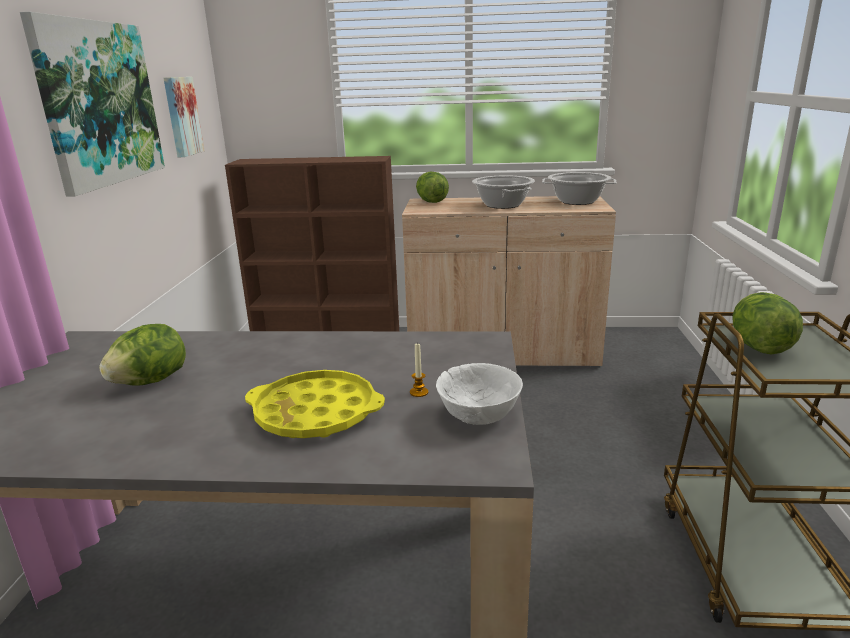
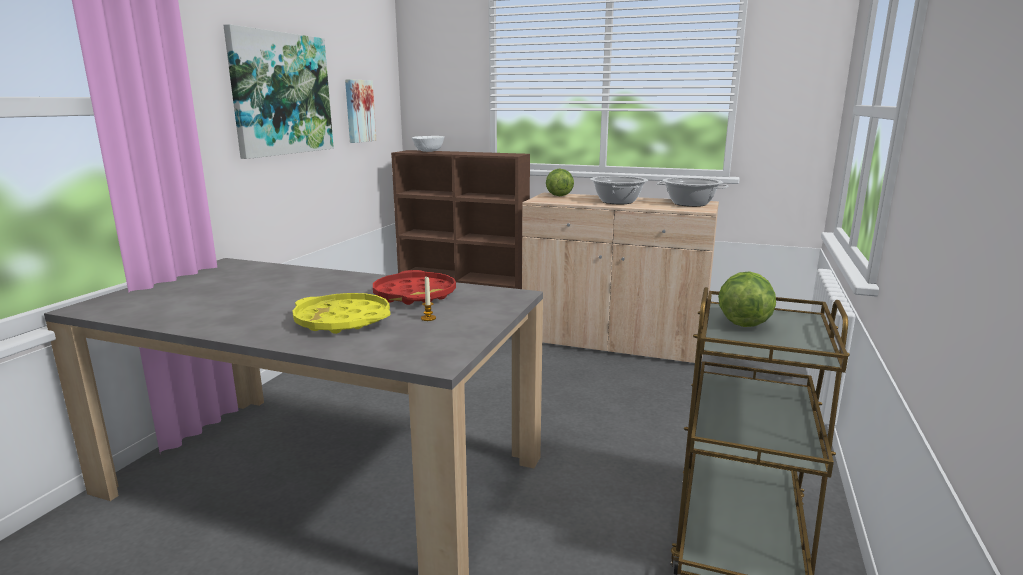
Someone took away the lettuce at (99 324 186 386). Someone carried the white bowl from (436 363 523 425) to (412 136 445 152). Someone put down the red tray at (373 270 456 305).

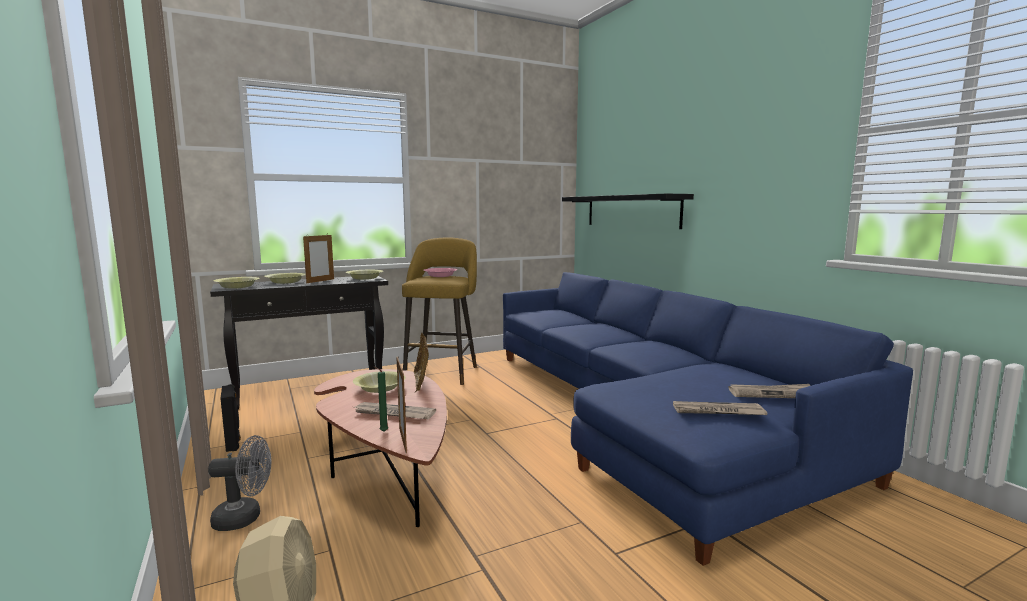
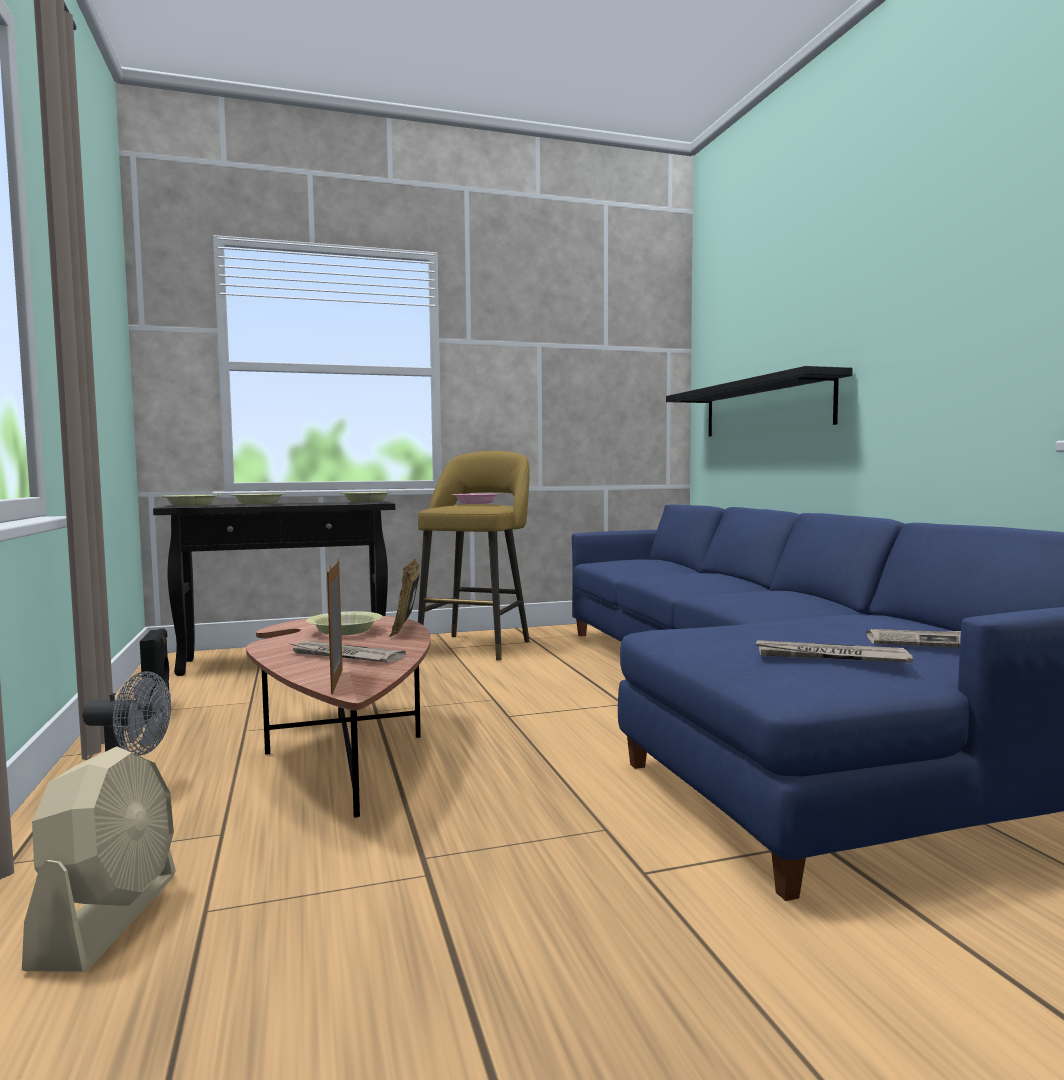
Someone took away the picture frame at (303 235 334 283). Someone took away the green candle at (373 366 388 432).

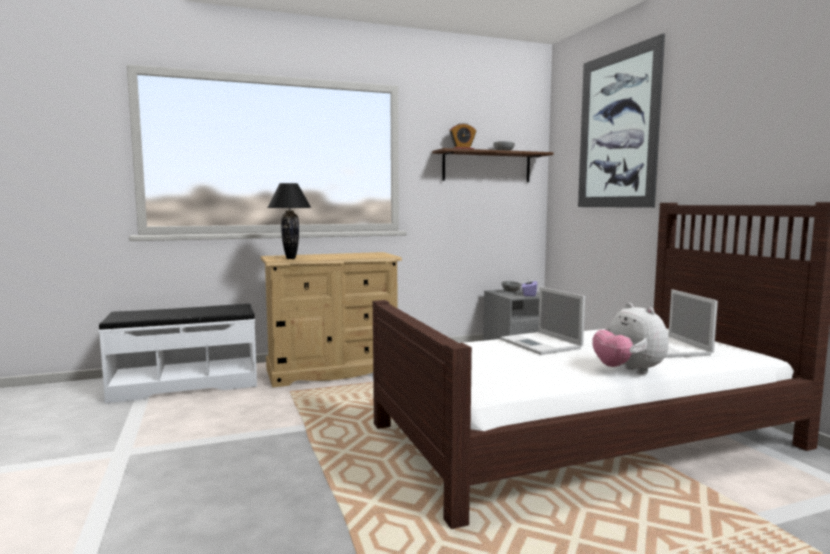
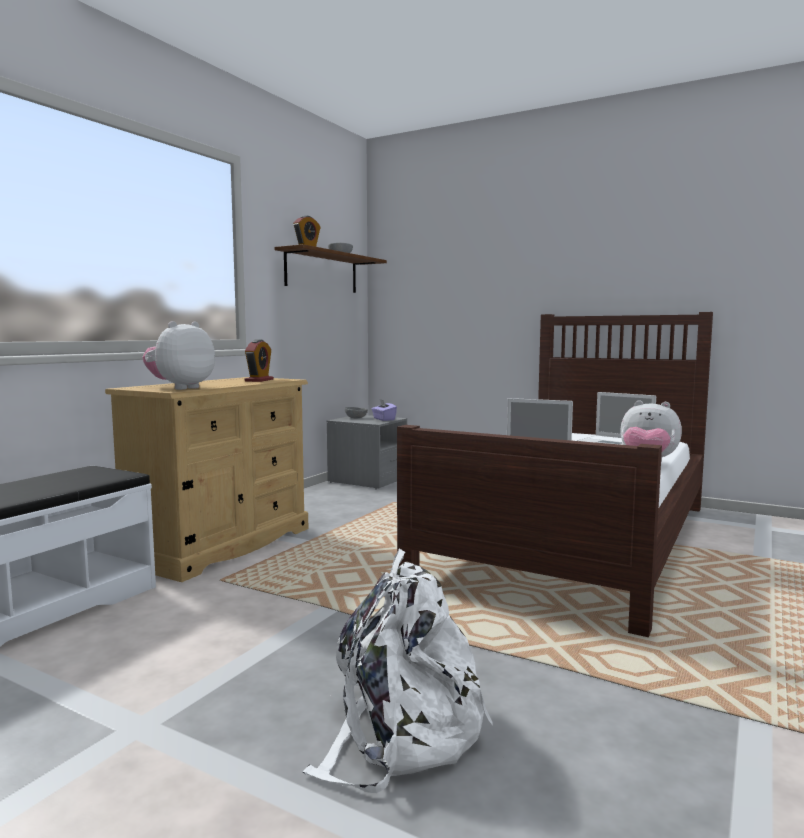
Someone took away the picture at (578 33 665 208). Someone swapped the black table lamp at (267 183 311 259) for the plush toy at (142 321 215 390). Someone put down the alarm clock at (245 339 274 382). Someone put down the white backpack at (303 549 493 793).

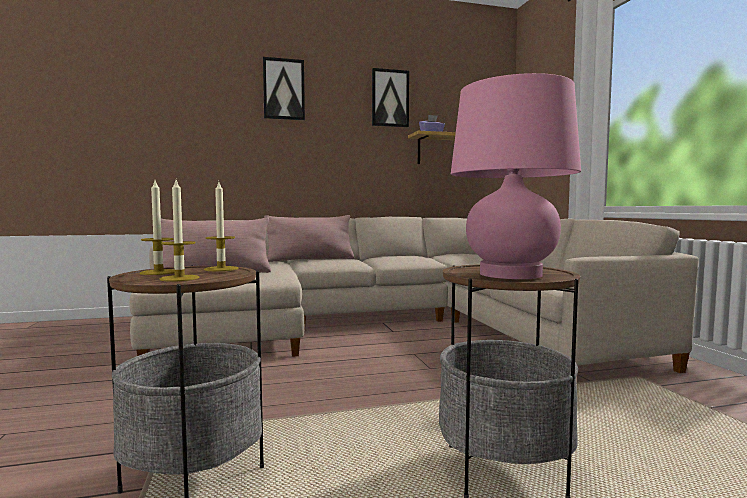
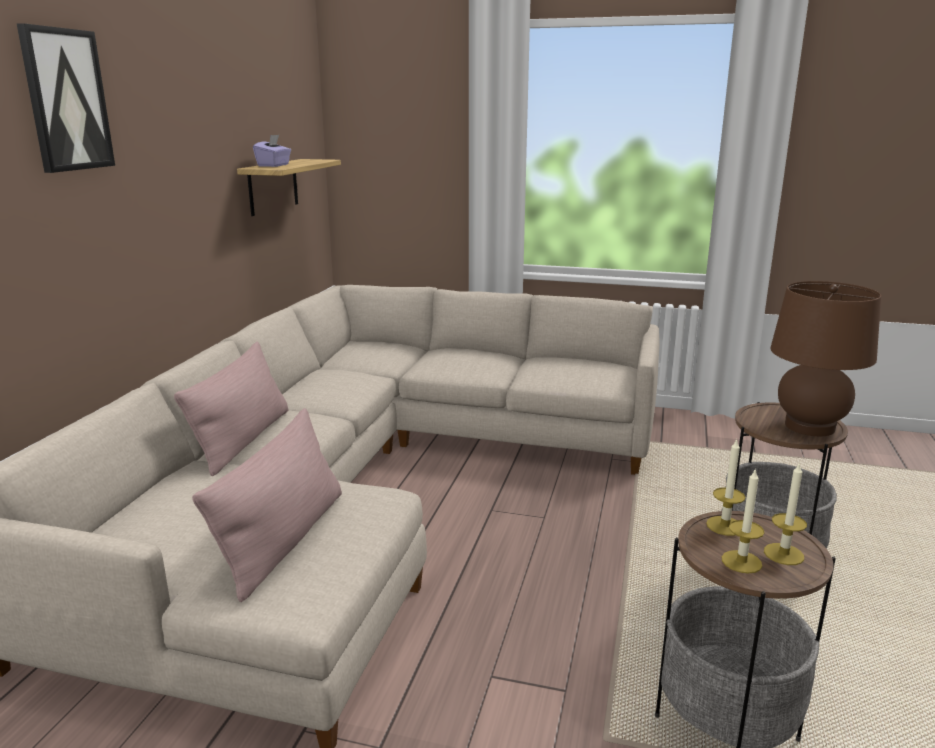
Someone took away the picture at (372 68 409 127). Someone repainted the pink table lamp at (451 73 581 279), which became the brown table lamp at (770 281 881 436).

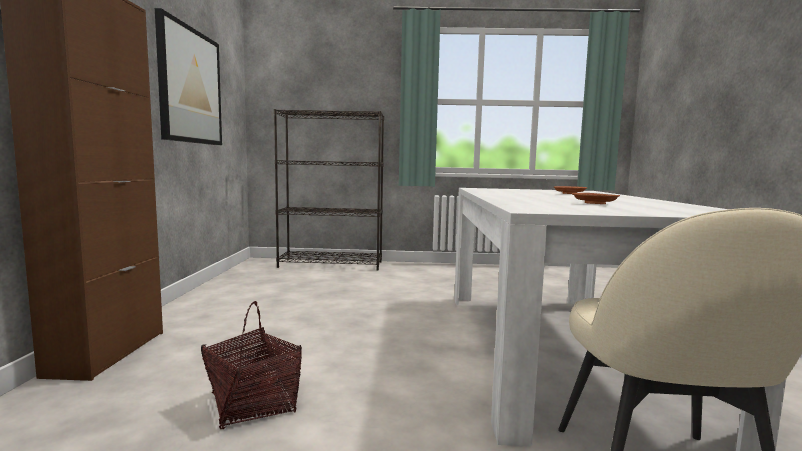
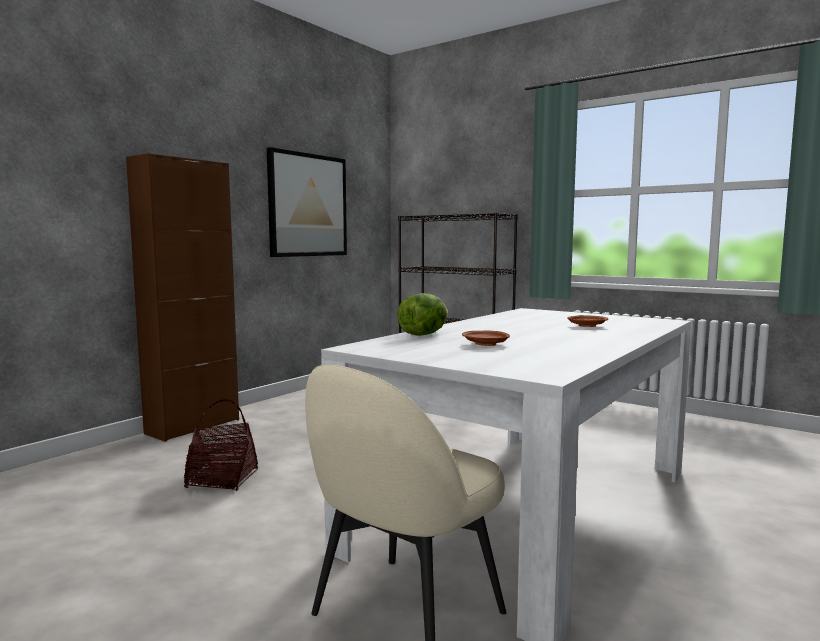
Someone put down the lettuce at (397 293 448 336).

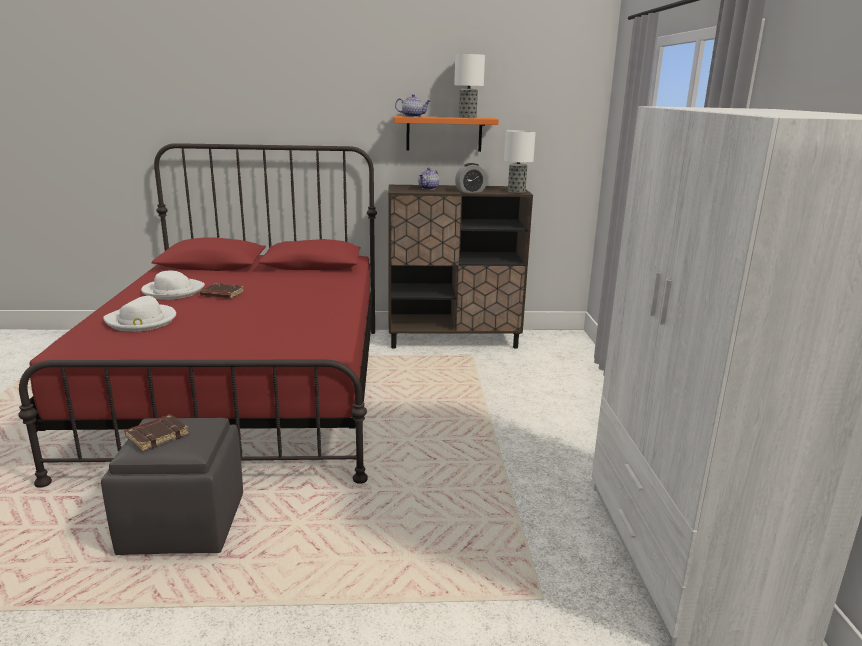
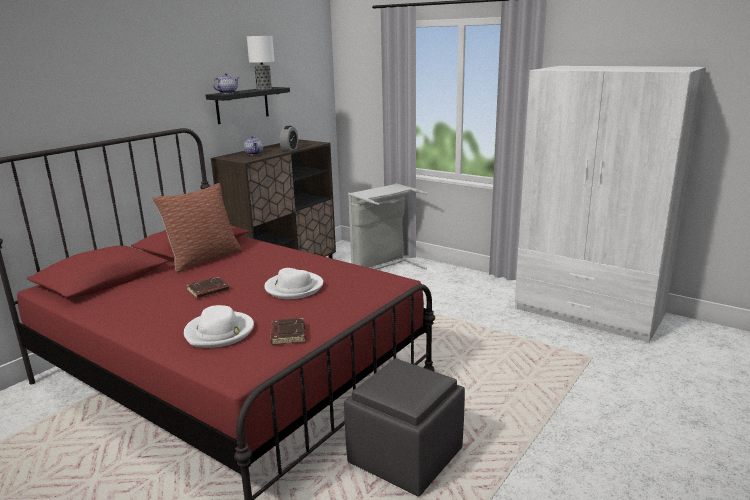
Someone repainted the orange shelf at (394 116 499 152), which became the black shelf at (206 87 290 124). Someone took away the table lamp at (504 130 536 193). Someone carried the white hat from (141 271 205 300) to (264 268 323 299). Someone carried the brown book from (124 414 189 451) to (270 318 306 345). Someone put down the pillow at (152 183 242 273). Someone put down the grey laundry basket at (348 183 427 270).

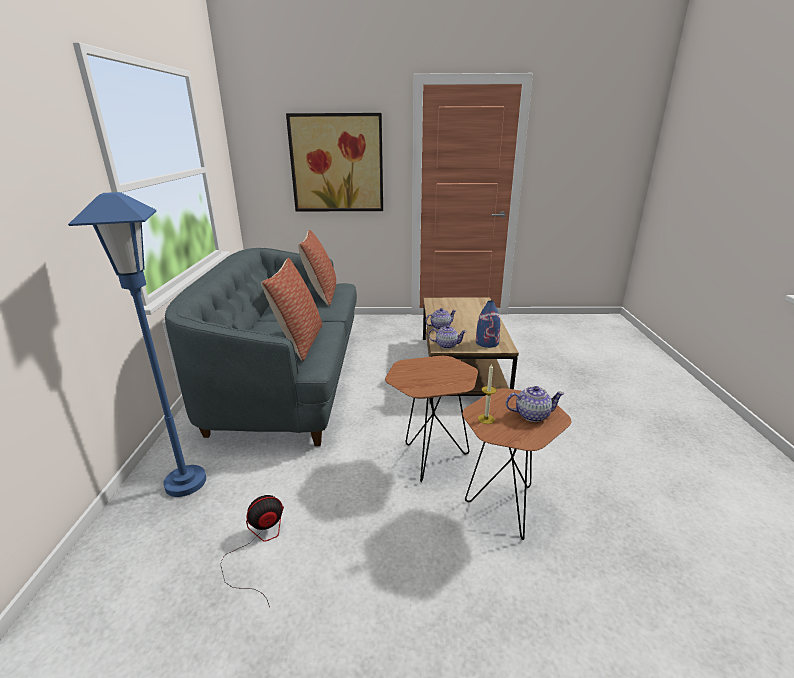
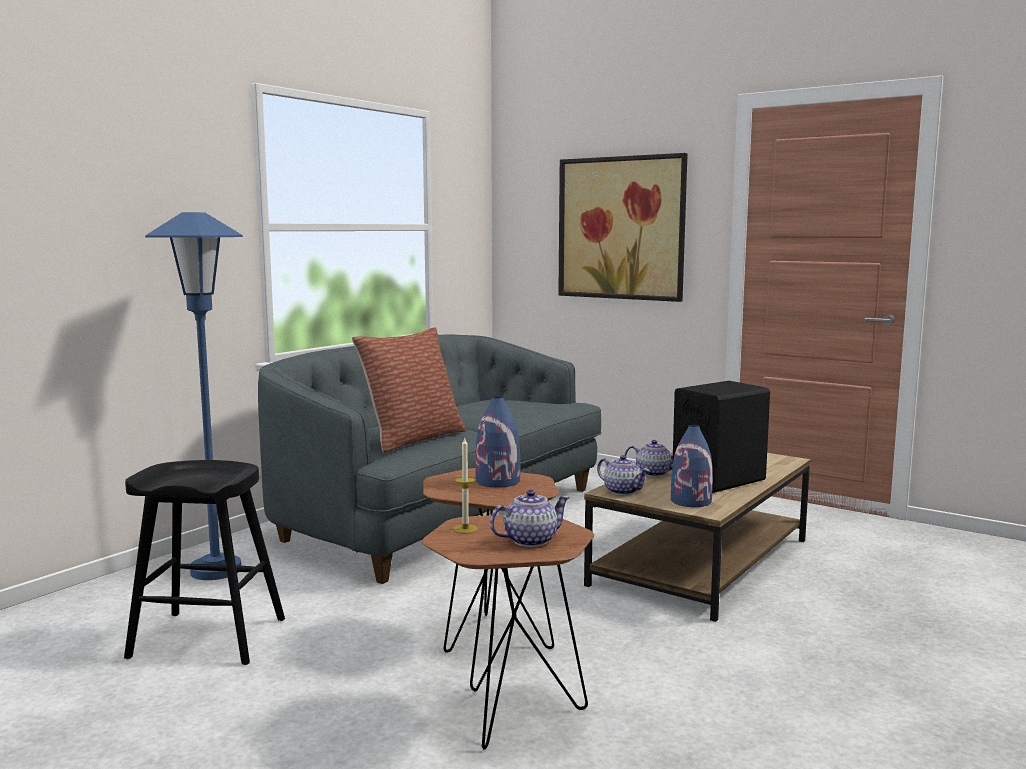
Someone took away the pillow at (298 230 336 306). Someone rotated the teapot at (506 386 564 422) by 60 degrees counterclockwise. Someone swapped the fan at (220 495 284 608) for the black stool at (124 460 285 665). Someone put down the black speaker at (672 381 770 493). Someone put down the blue vase at (475 396 520 487).

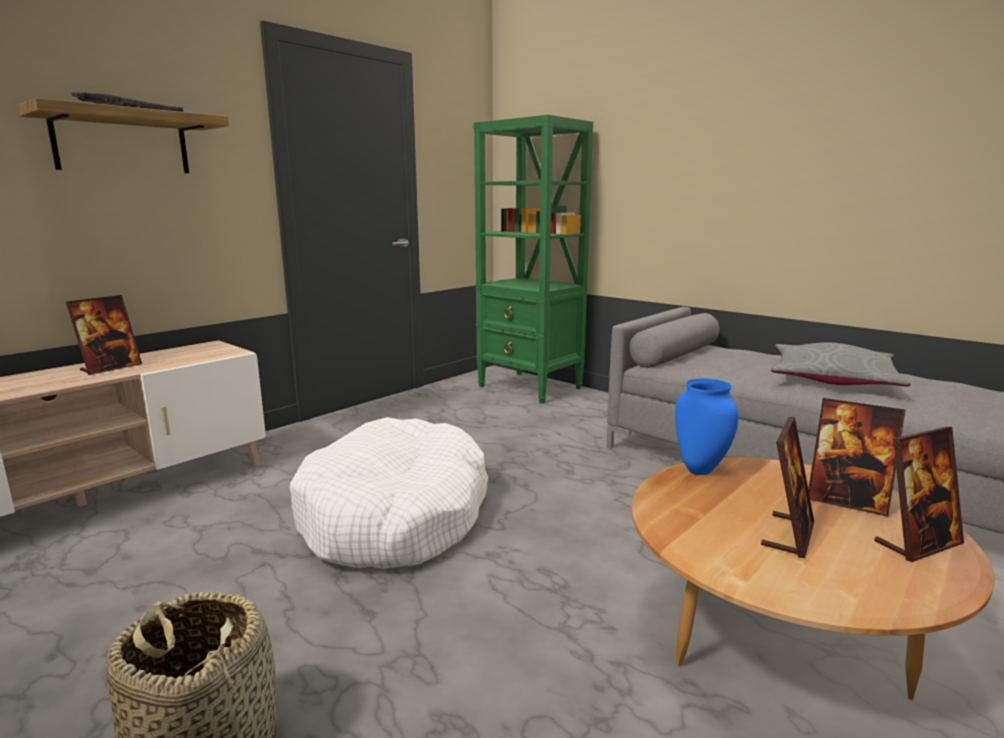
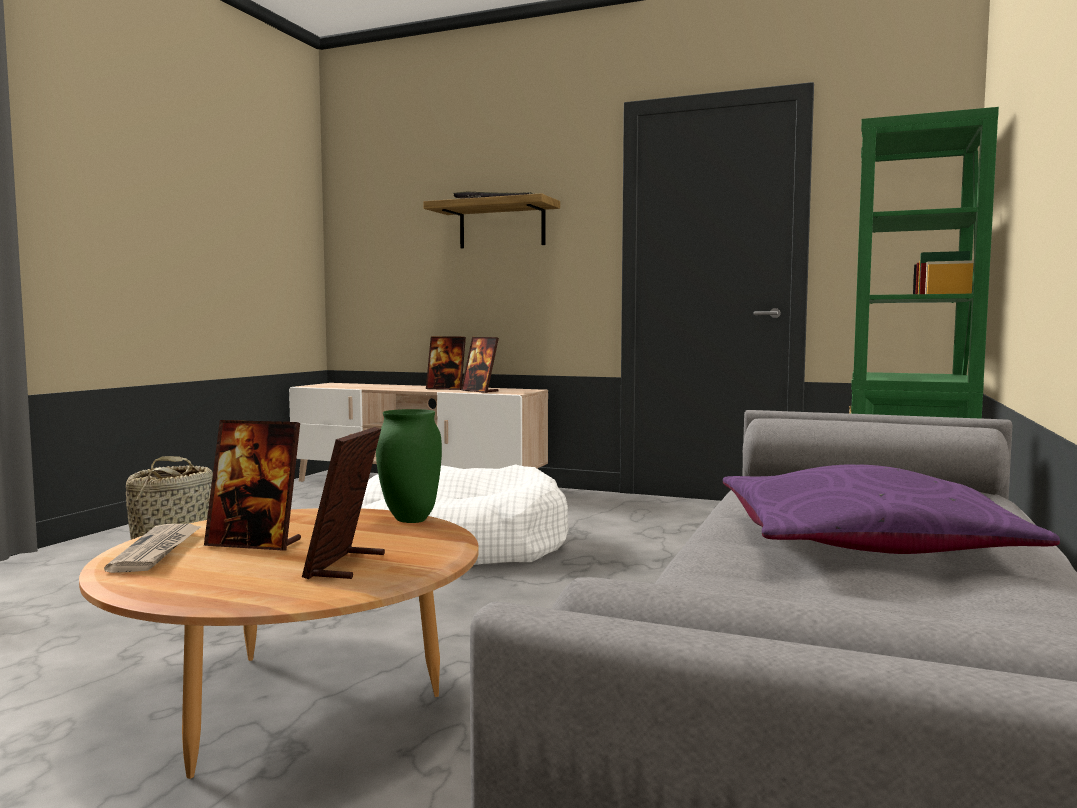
Someone repainted the grey pillow at (771 342 911 386), which became the purple pillow at (723 464 1060 554). Someone repainted the blue vase at (675 378 738 475), which became the green vase at (376 409 442 523). Someone carried the picture frame from (874 426 964 562) to (461 337 499 393). Someone put down the newspaper at (104 524 202 573).

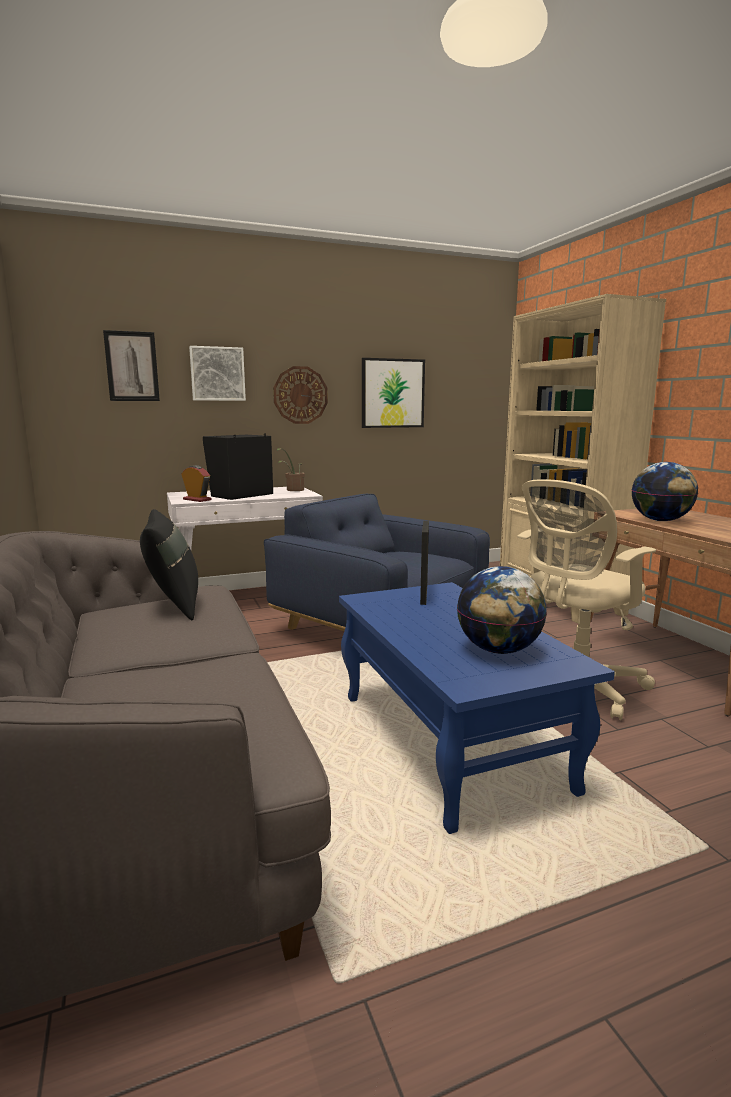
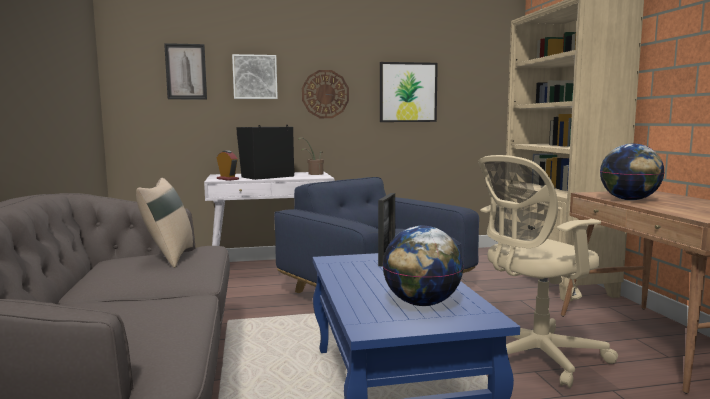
Someone repainted the black pillow at (140 509 198 620), which became the beige pillow at (136 178 193 268).

